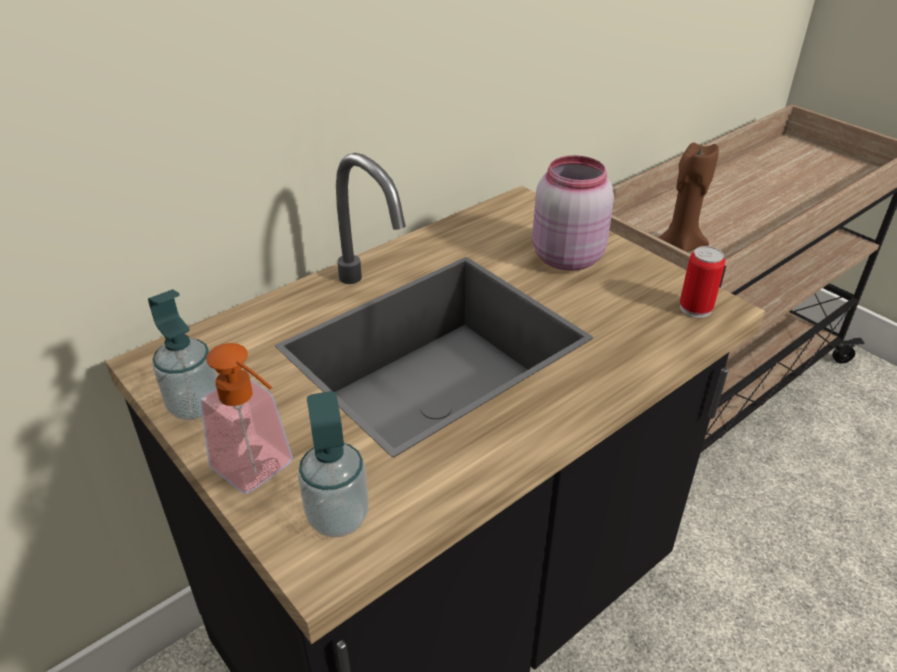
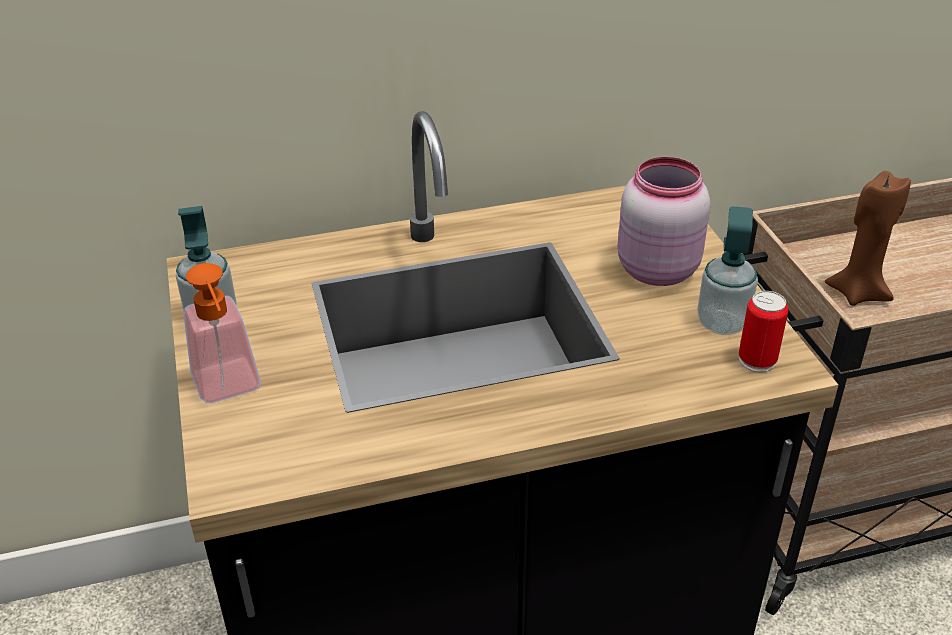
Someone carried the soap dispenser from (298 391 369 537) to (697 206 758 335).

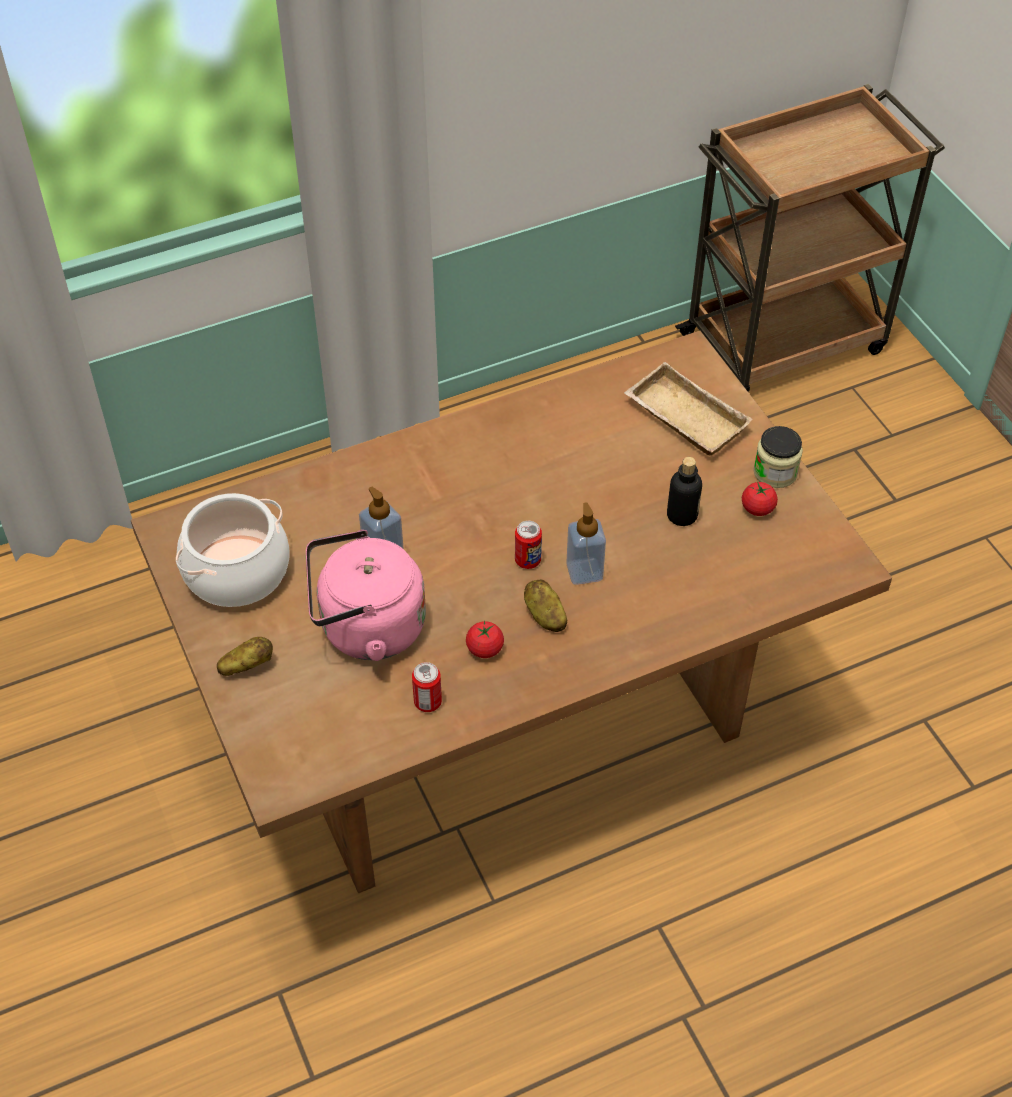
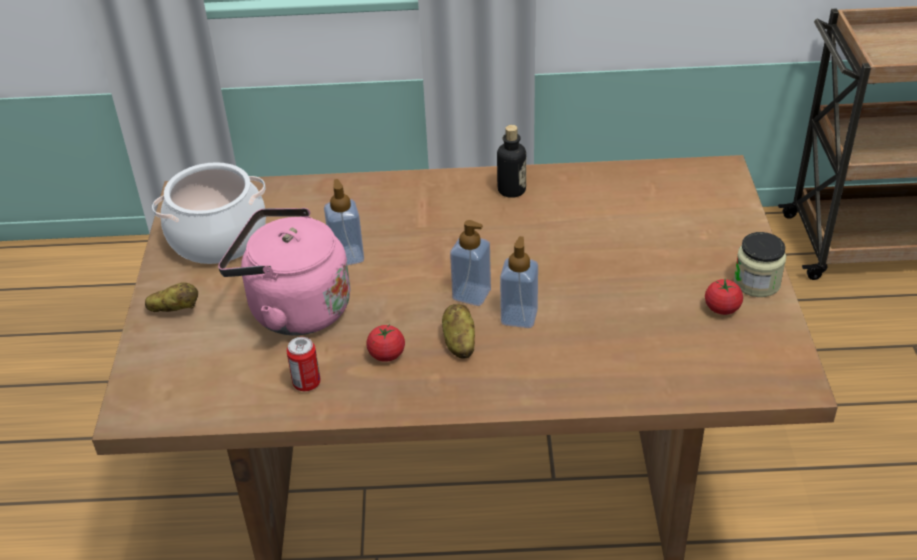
Someone took away the beige tray at (624 362 753 456). Someone carried the bottle from (667 457 702 526) to (497 125 526 198). Someone swapped the can at (515 521 542 569) for the soap dispenser at (450 220 491 306).

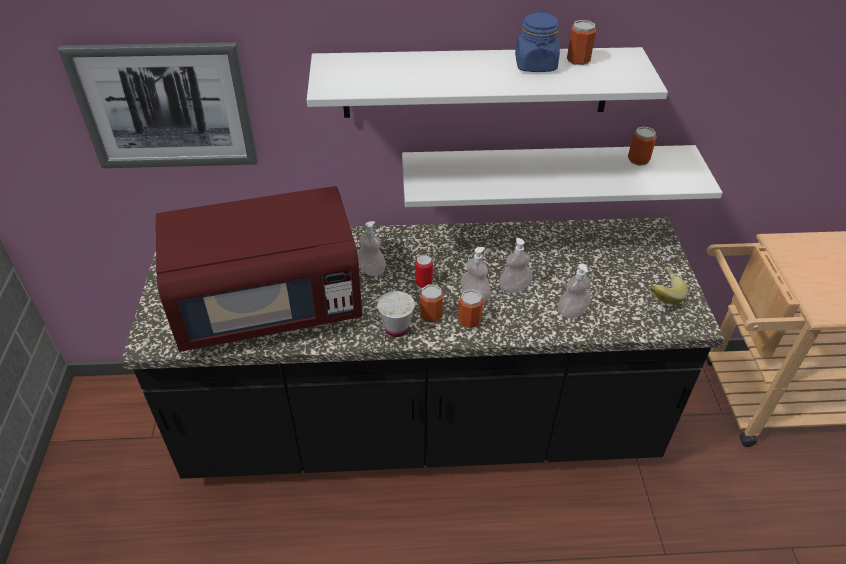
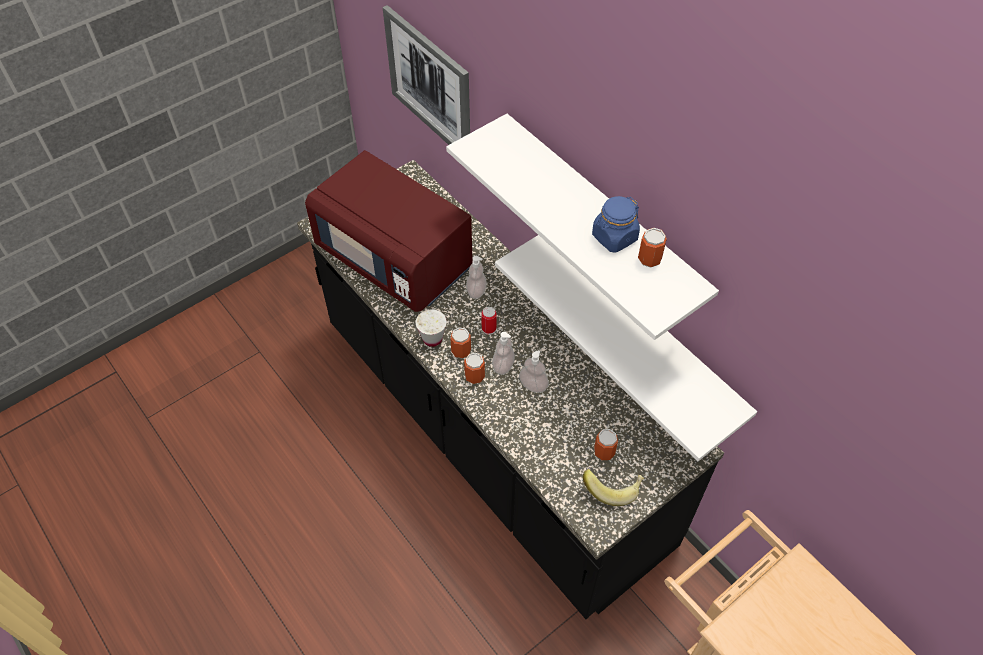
Someone carried the can from (628 126 657 166) to (594 429 618 460). Someone took away the soap dispenser at (558 264 591 318).

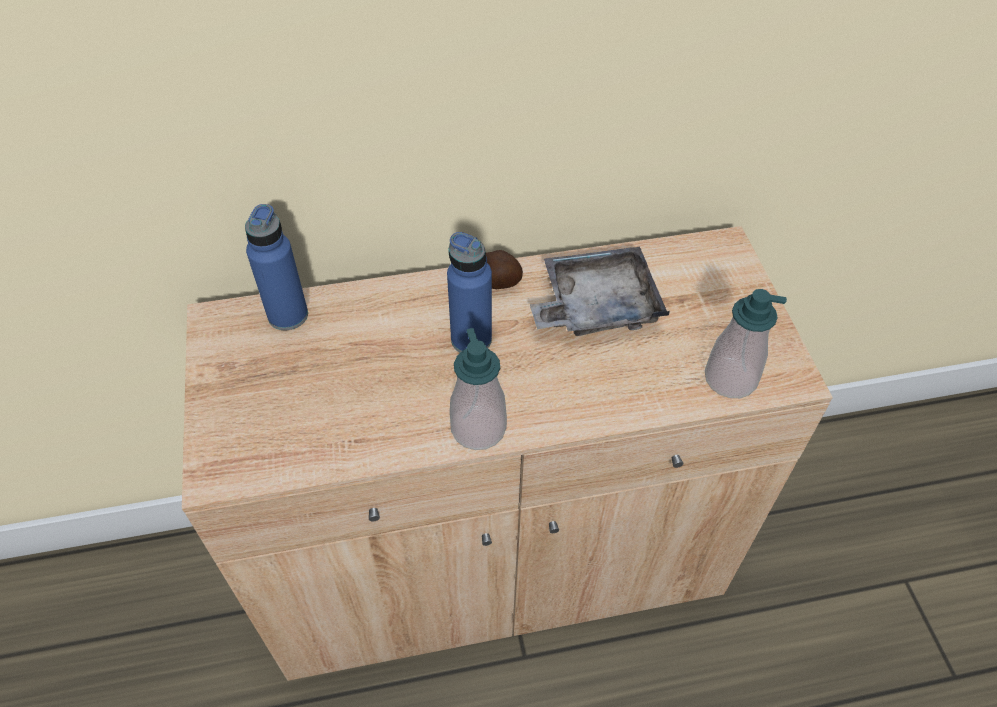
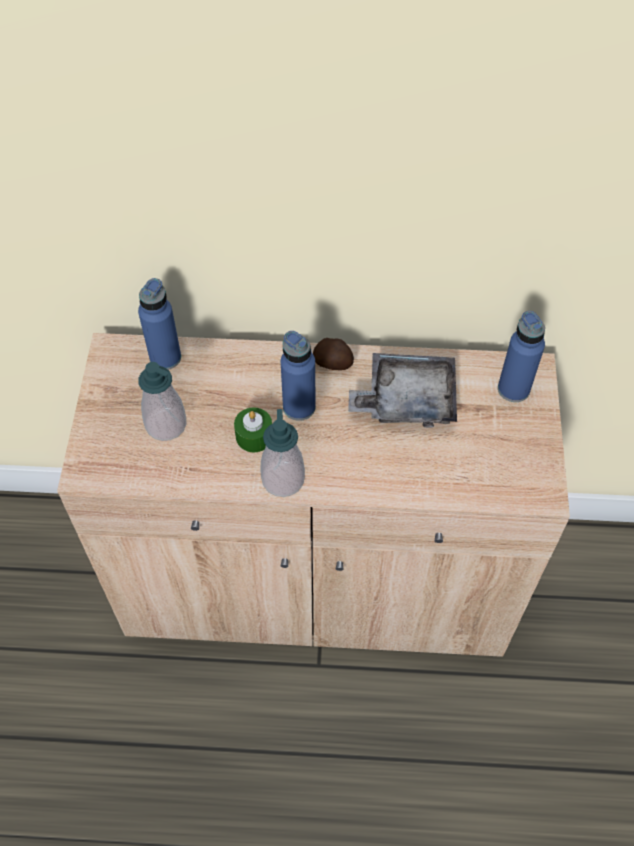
Someone carried the soap dispenser from (705 289 787 398) to (138 362 186 441). Someone put down the blue bottle at (498 311 545 402). Someone put down the green candle at (234 407 272 452).

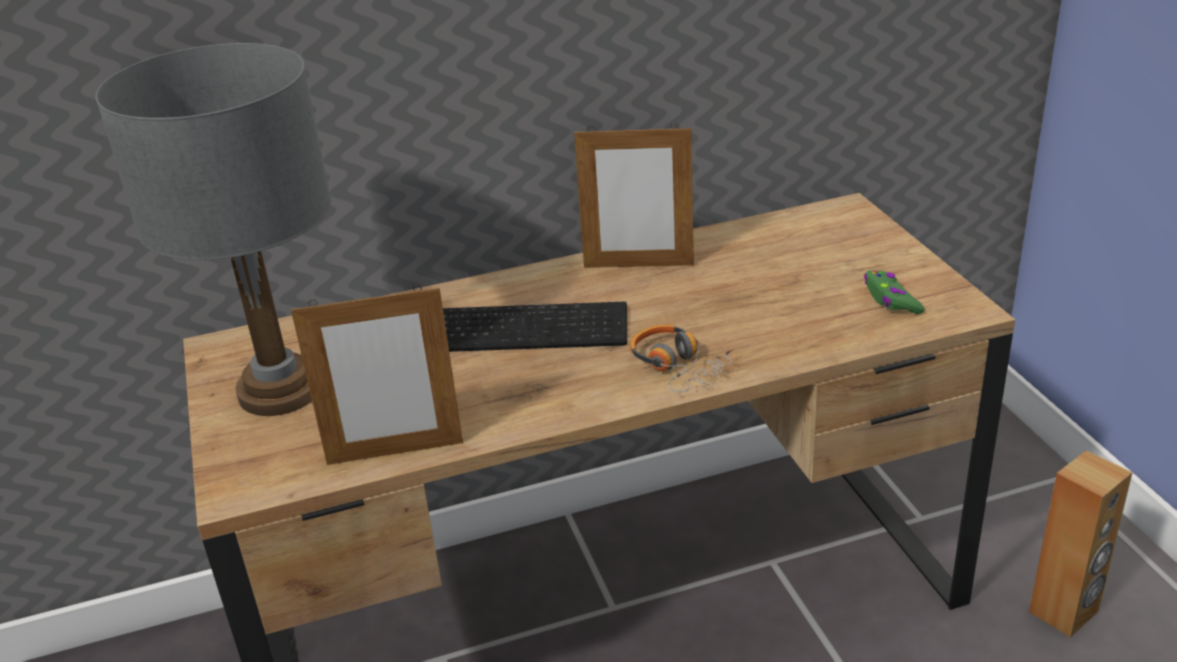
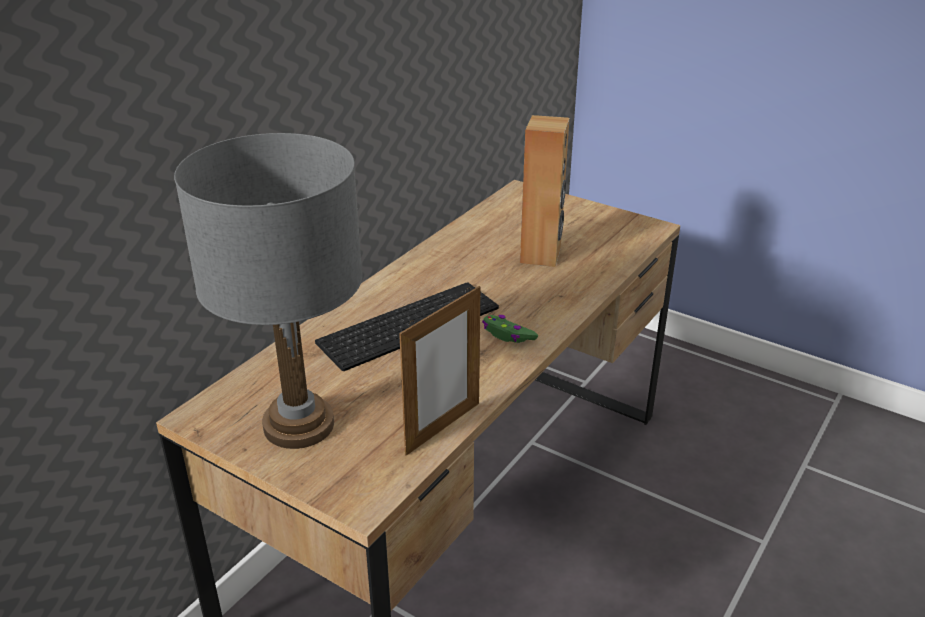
Someone took away the picture frame at (574 123 694 268). Someone carried the green game controller from (864 270 925 314) to (482 315 538 343). Someone took away the headphones at (630 325 734 392). Someone carried the brown speaker from (1029 451 1133 637) to (520 115 570 267).

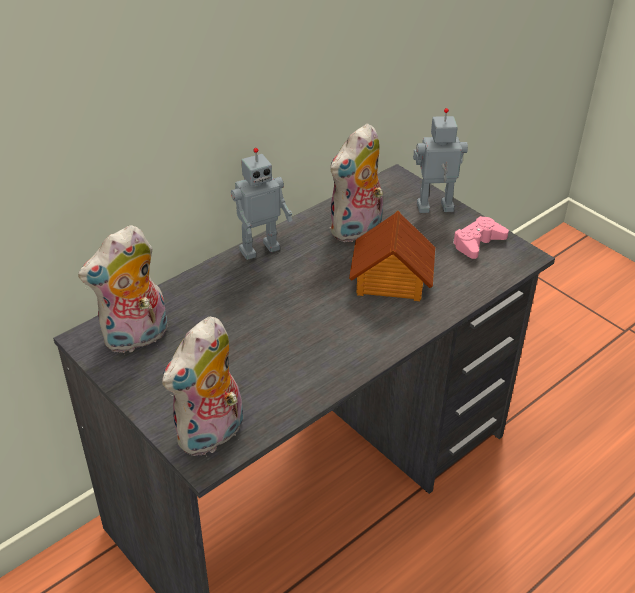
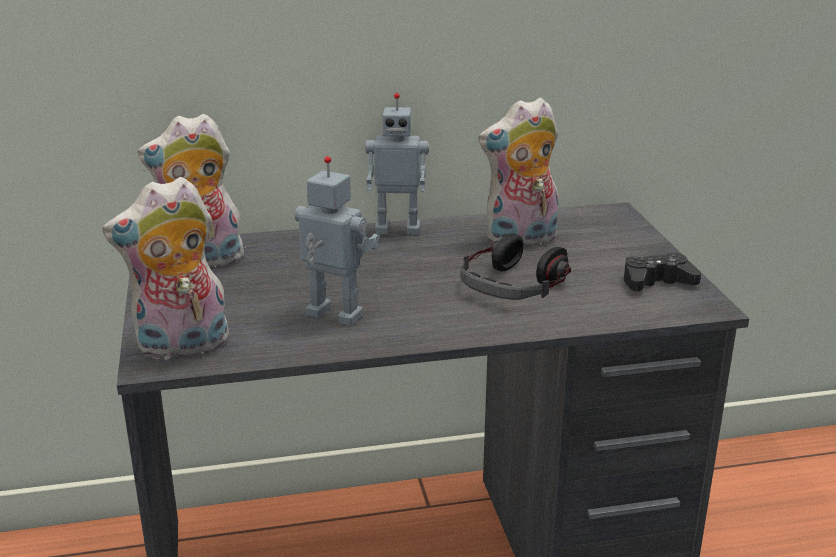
Someone carried the toy robot from (413 108 468 213) to (295 156 380 326). Someone swapped the toy house at (349 211 435 301) for the headphones at (460 233 571 300). Someone repainted the pink game controller at (453 216 509 259), which became the black game controller at (624 253 701 291).

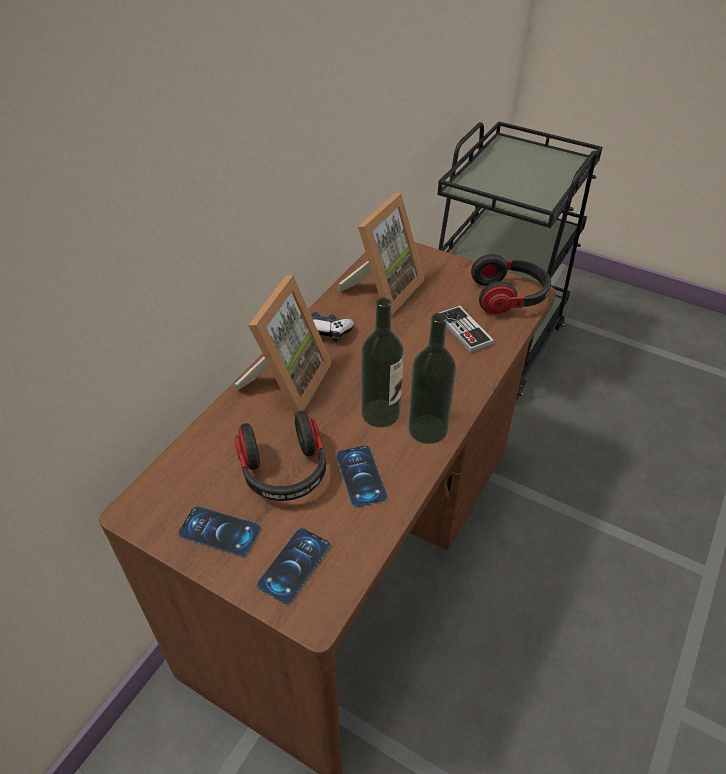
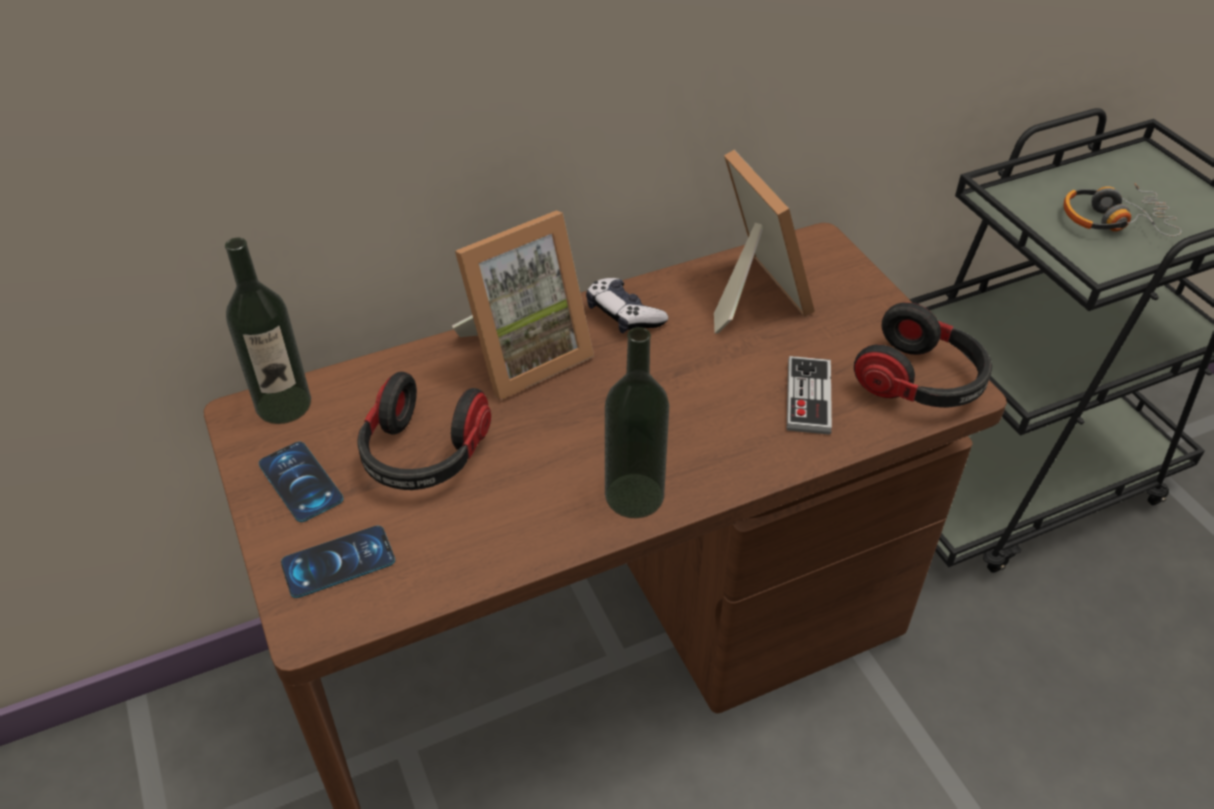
Someone rotated the picture frame at (338 193 424 316) by 90 degrees counterclockwise. Someone carried the bottle from (361 297 404 427) to (225 238 311 424). Someone took away the phone at (336 445 387 507). Someone put down the headphones at (1064 183 1181 236).

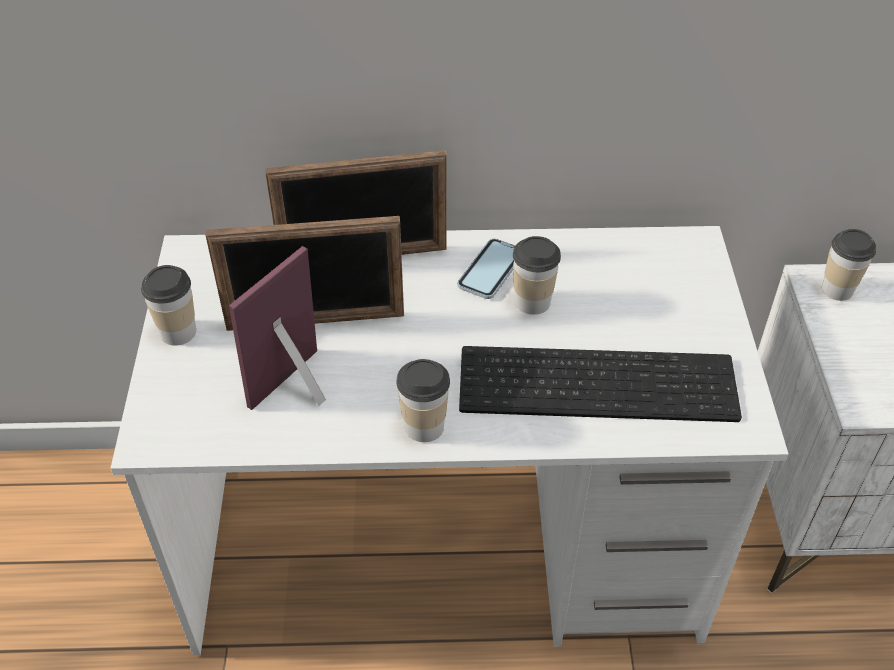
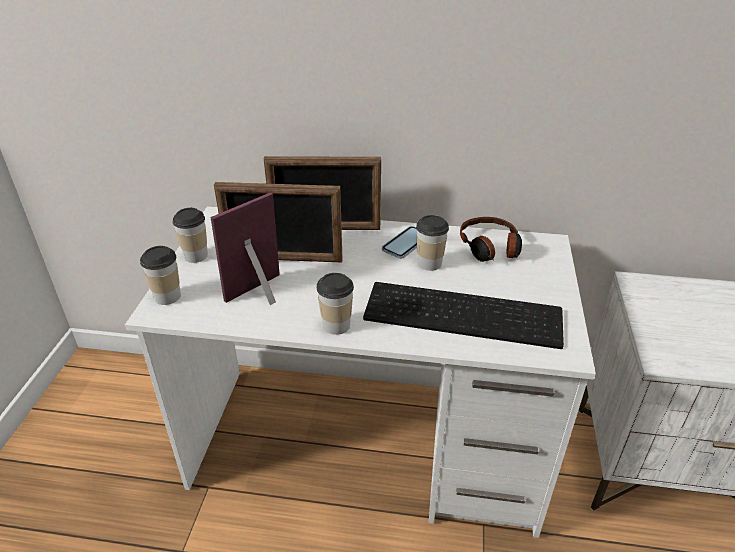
Someone carried the cup from (822 229 876 301) to (140 246 181 305). Someone put down the headphones at (460 217 522 262).

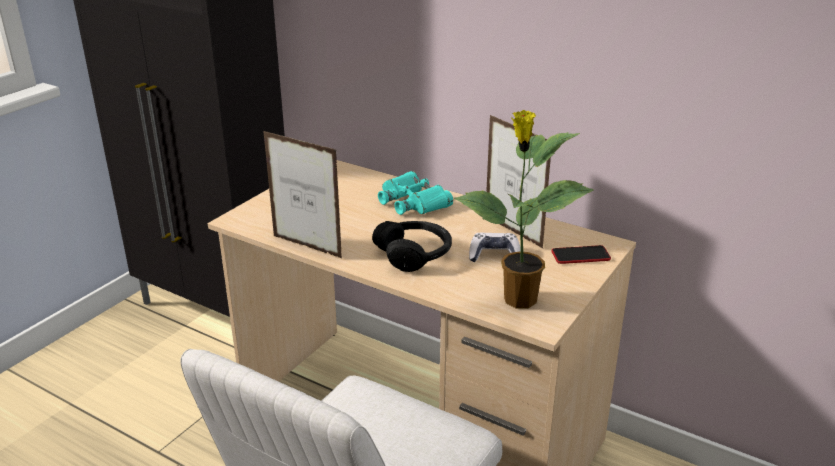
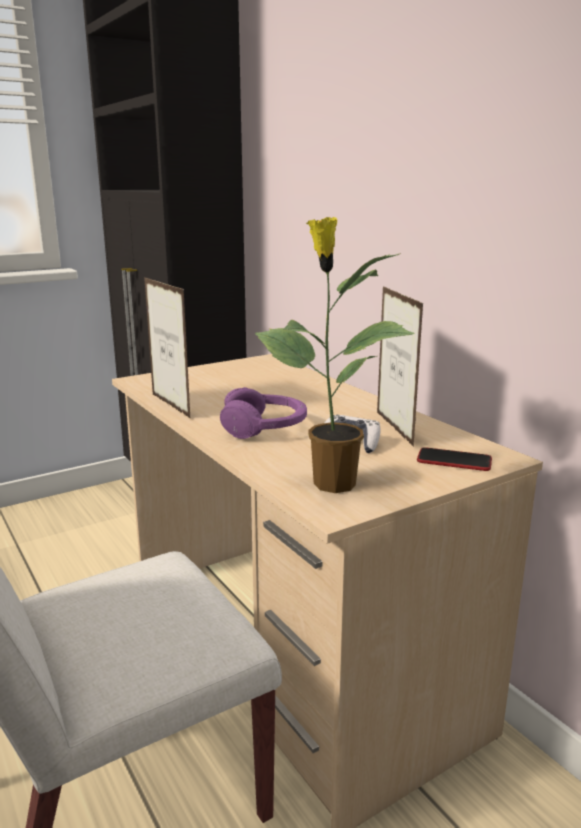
Someone took away the turquoise binoculars at (378 171 453 215). Someone repainted the black headphones at (372 221 452 272), which became the purple headphones at (220 387 307 439).

